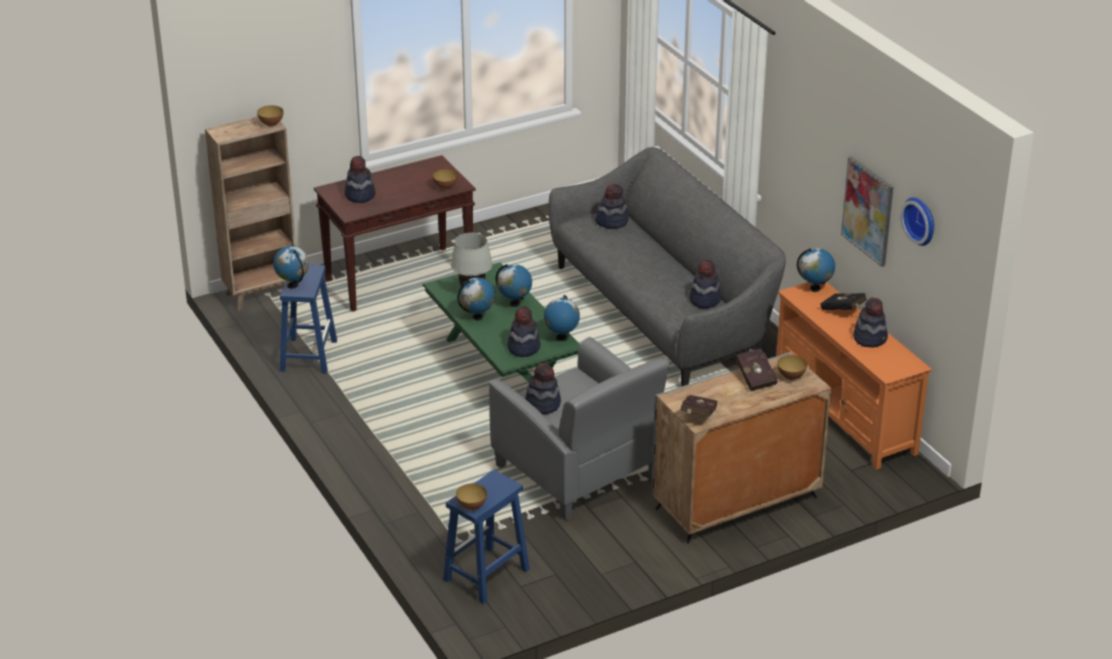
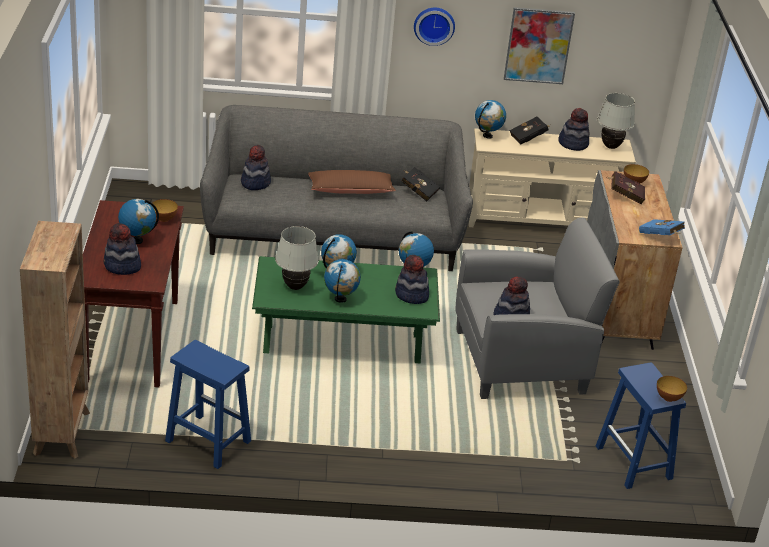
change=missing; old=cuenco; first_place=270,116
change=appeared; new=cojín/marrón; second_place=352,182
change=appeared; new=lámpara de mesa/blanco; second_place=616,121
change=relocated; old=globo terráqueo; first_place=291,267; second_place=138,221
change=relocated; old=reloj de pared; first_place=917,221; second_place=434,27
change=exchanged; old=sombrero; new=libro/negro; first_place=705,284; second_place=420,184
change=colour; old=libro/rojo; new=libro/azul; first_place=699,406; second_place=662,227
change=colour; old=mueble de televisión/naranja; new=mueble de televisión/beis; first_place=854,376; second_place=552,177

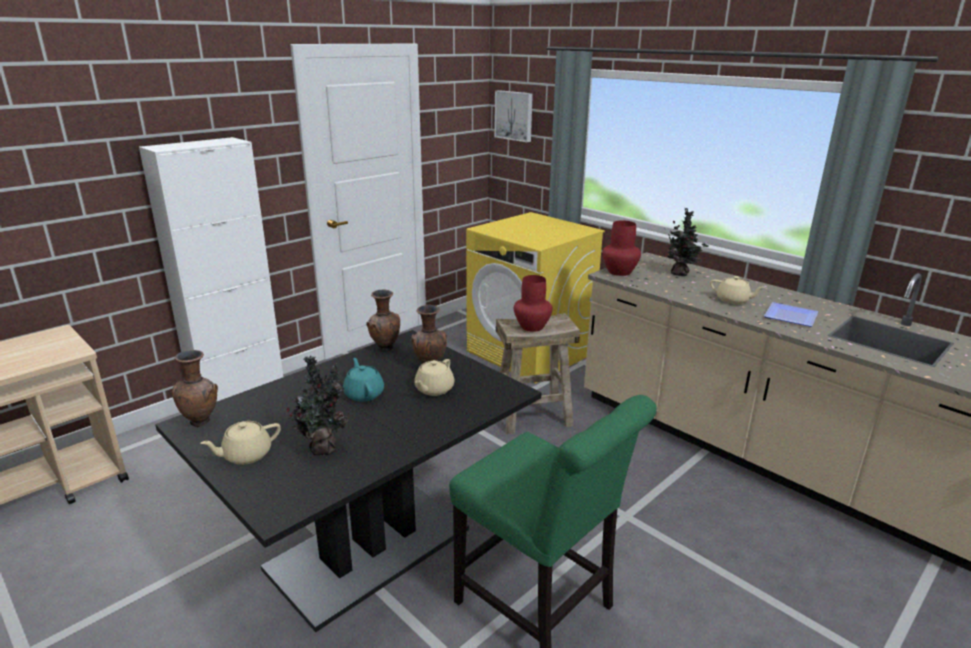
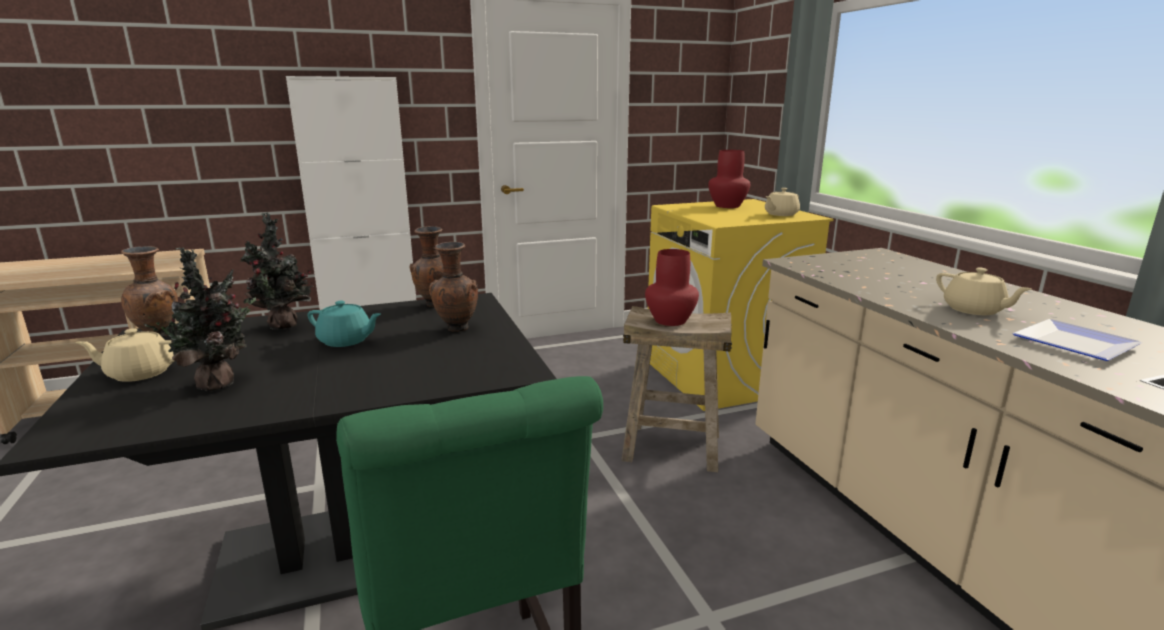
change=missing; old=cuadro; first_place=513,116
change=relocated; old=tetera/beis; first_place=434,377; second_place=782,202
change=relocated; old=florero/rojo; first_place=621,248; second_place=729,179
change=relocated; old=planta en maceta; first_place=688,242; second_place=277,271
change=spun; old=tetera/turquesa; first_place=363,380; second_place=344,324; degrees=105

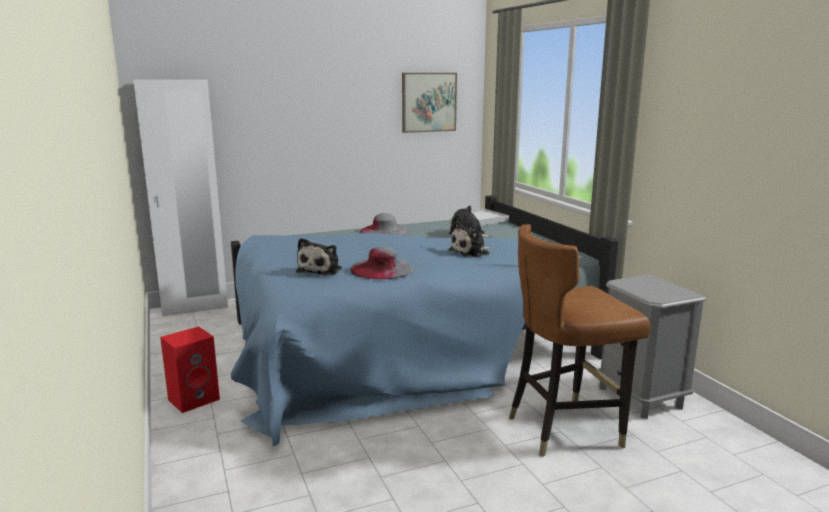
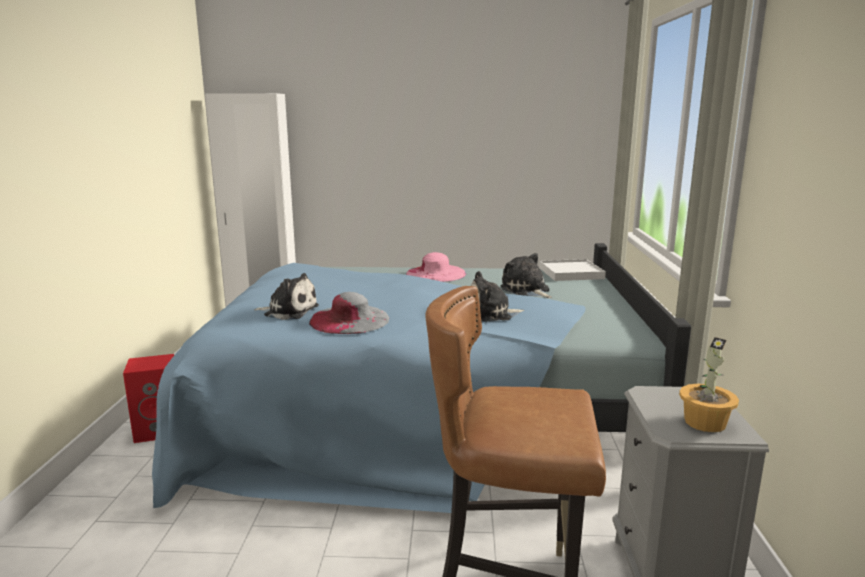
change=missing; old=cuadro; first_place=429,103
change=appeared; new=planta en maceta; second_place=709,384
change=colour; old=sombrero/gris; new=sombrero/rosa; first_place=385,224; second_place=436,267
change=spun; old=peluche; first_place=319,257; second_place=286,296; degrees=-120

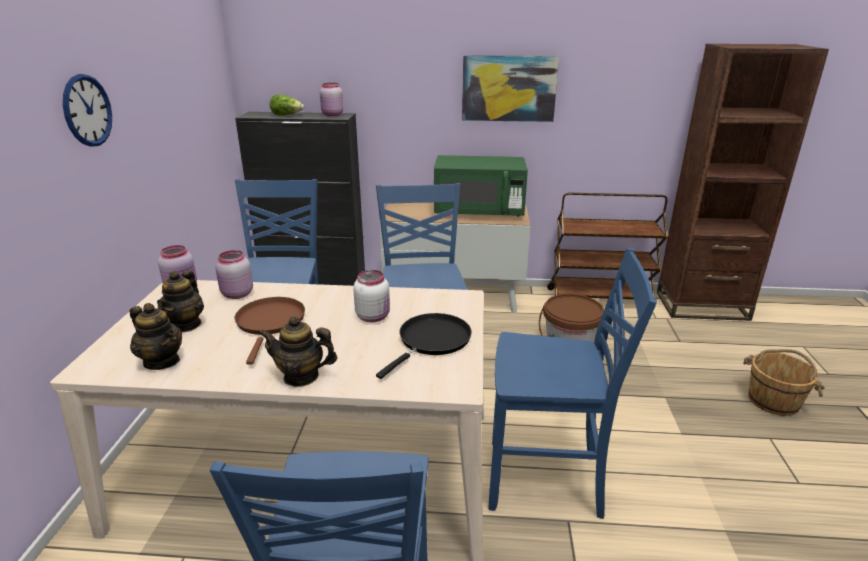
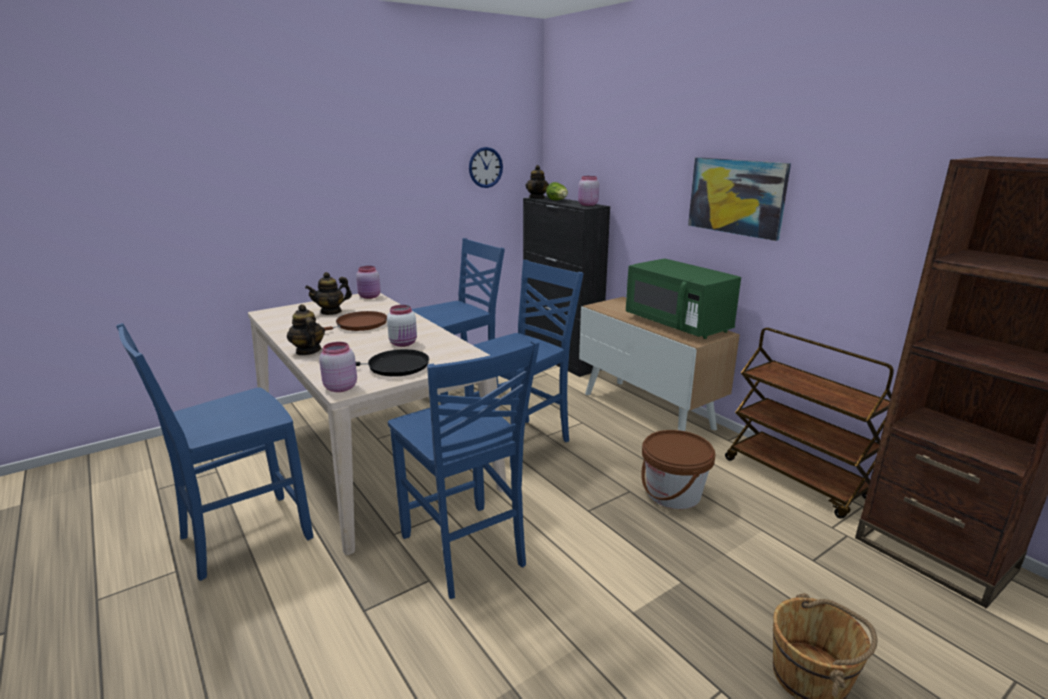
change=relocated; old=reloj de pared; first_place=87,110; second_place=486,167
change=relocated; old=tetera; first_place=156,336; second_place=537,182
change=relocated; old=tarro/rosa; first_place=234,274; second_place=338,367

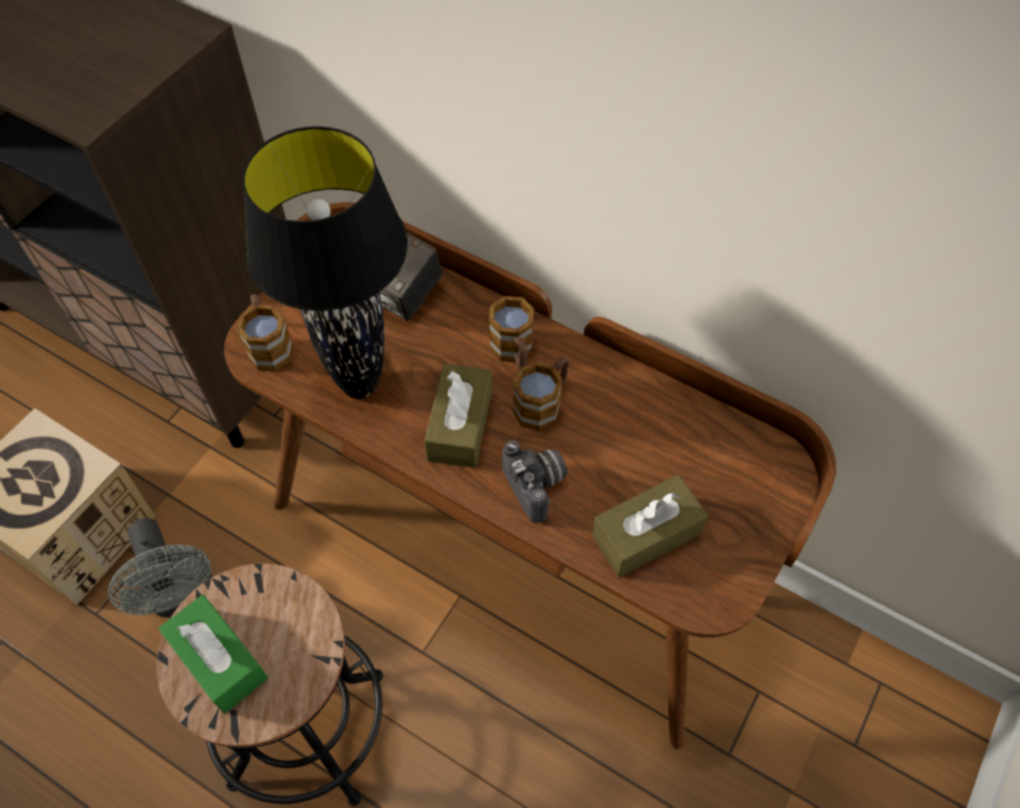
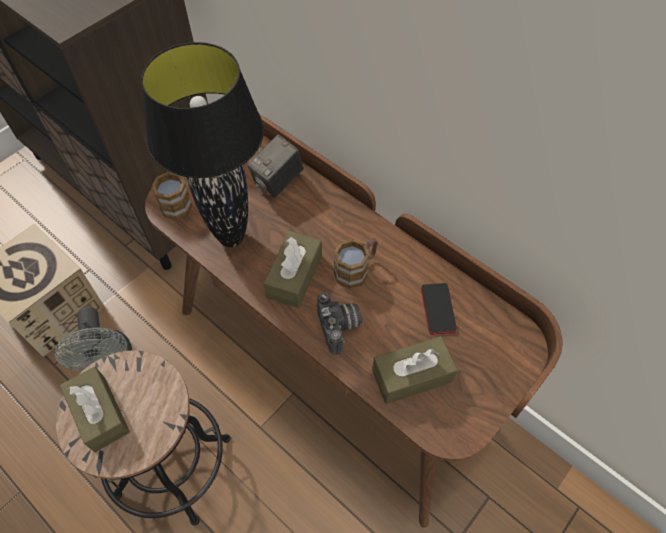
change=missing; old=taza grande; first_place=511,332
change=appeared; new=móvil; second_place=439,309
change=colour; old=caja de pañuelos/verde; new=caja de pañuelos/marrón; first_place=213,654; second_place=95,409

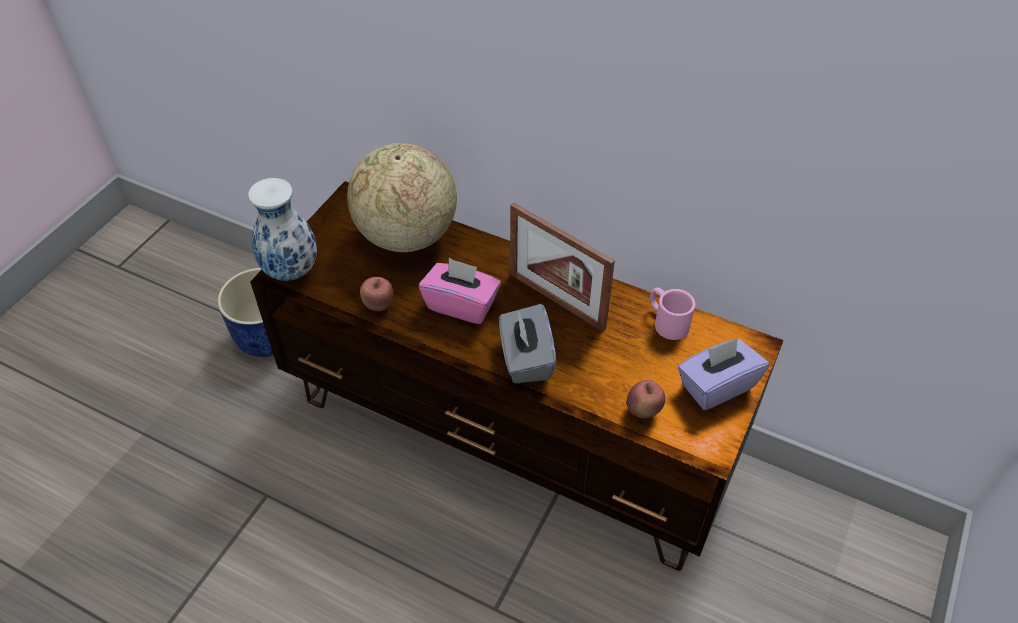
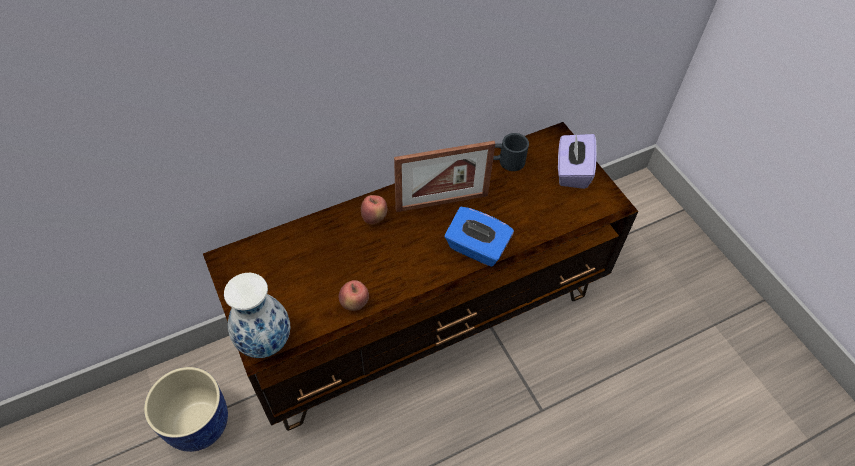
change=missing; old=globo terráqueo; first_place=402,197
change=missing; old=caja de pañuelos/rosa; first_place=460,291
change=relocated; old=manzana; first_place=645,399; second_place=374,209
change=colour; old=caja de pañuelos/gris; new=caja de pañuelos/azul; first_place=527,344; second_place=479,237
change=colour; old=taza grande/rosa; new=taza grande/negro; first_place=672,313; second_place=511,152

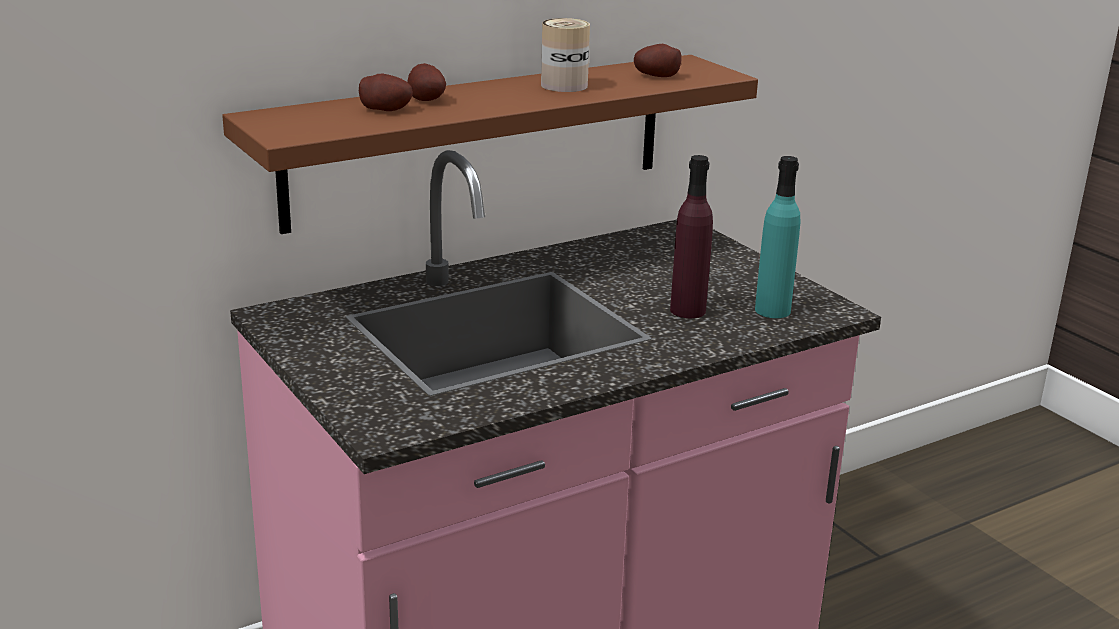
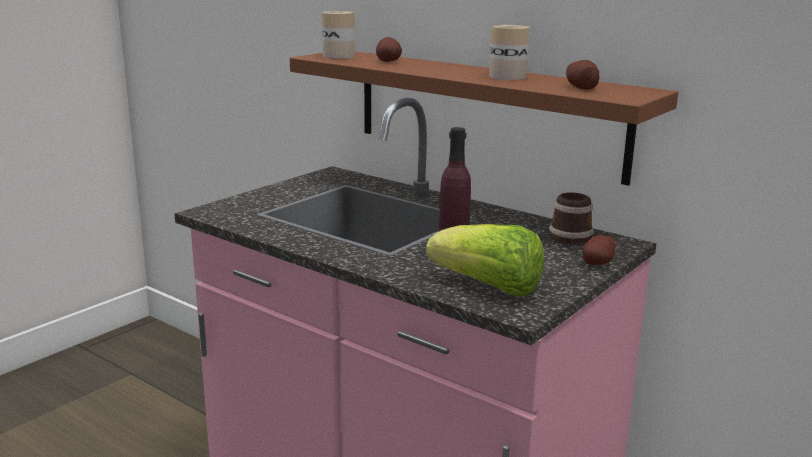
change=appeared; new=lata; second_place=338,35
change=appeared; new=taza grande; second_place=571,218
change=relocated; old=patata; first_place=426,82; second_place=599,250
change=exchanged; old=botella/turquesa; new=lechuga; first_place=778,237; second_place=485,260

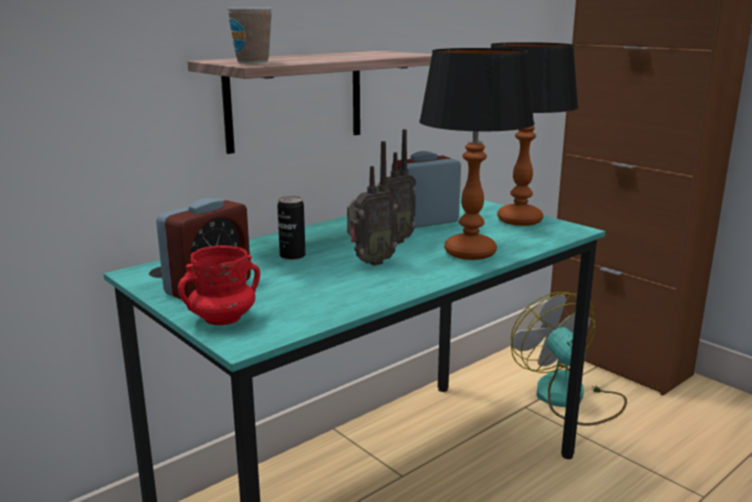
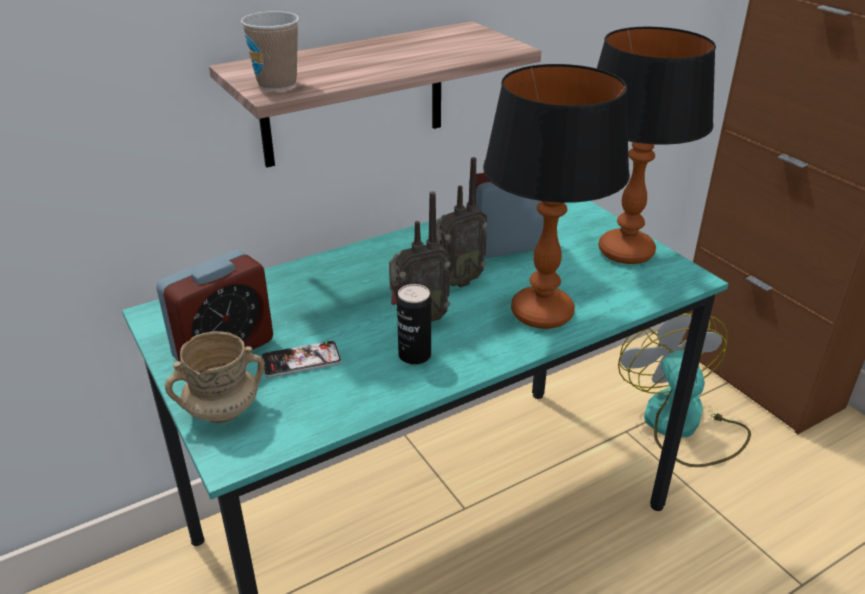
change=appeared; new=móvil; second_place=301,358
change=relocated; old=lata; first_place=291,228; second_place=414,324
change=colour; old=taza grande/rojo; new=taza grande/beis; first_place=219,285; second_place=215,377

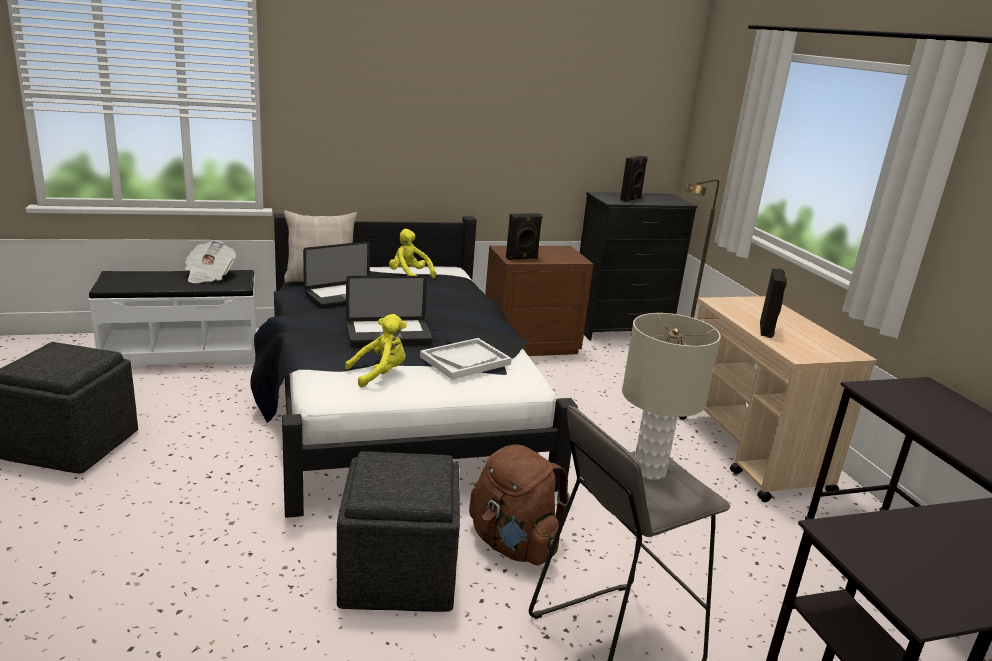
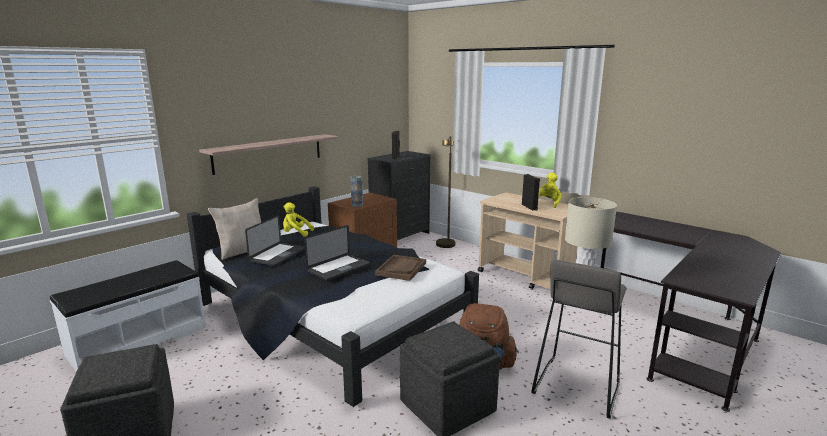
change=missing; old=periódico; first_place=210,261
change=appeared; new=estante; second_place=269,154
change=relocated; old=peluche/amarillo; first_place=376,351; second_place=550,190
change=exchanged; old=altavoz/negro; new=florero; first_place=524,236; second_place=356,191
change=colour; old=bandeja/blanco; new=bandeja/marrón; first_place=466,359; second_place=400,268

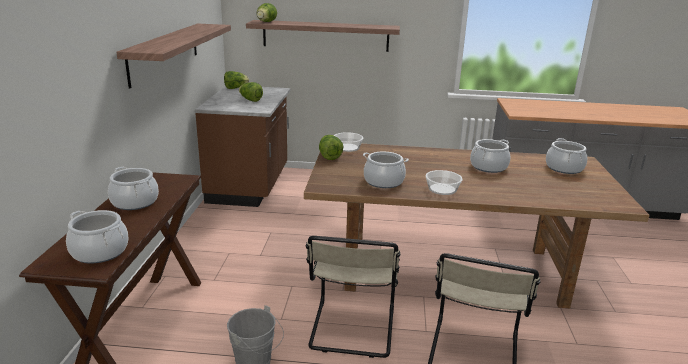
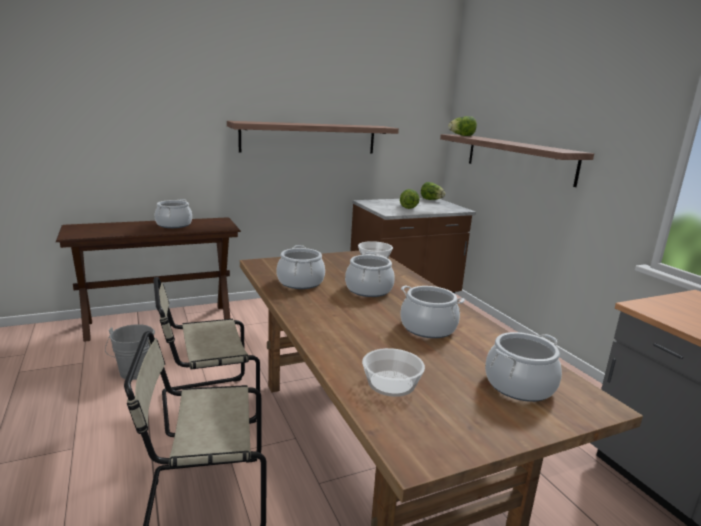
change=missing; old=lechuga; first_place=331,147
change=relocated; old=olla; first_place=97,237; second_place=370,274
change=relocated; old=cuenco; first_place=444,182; second_place=393,372

